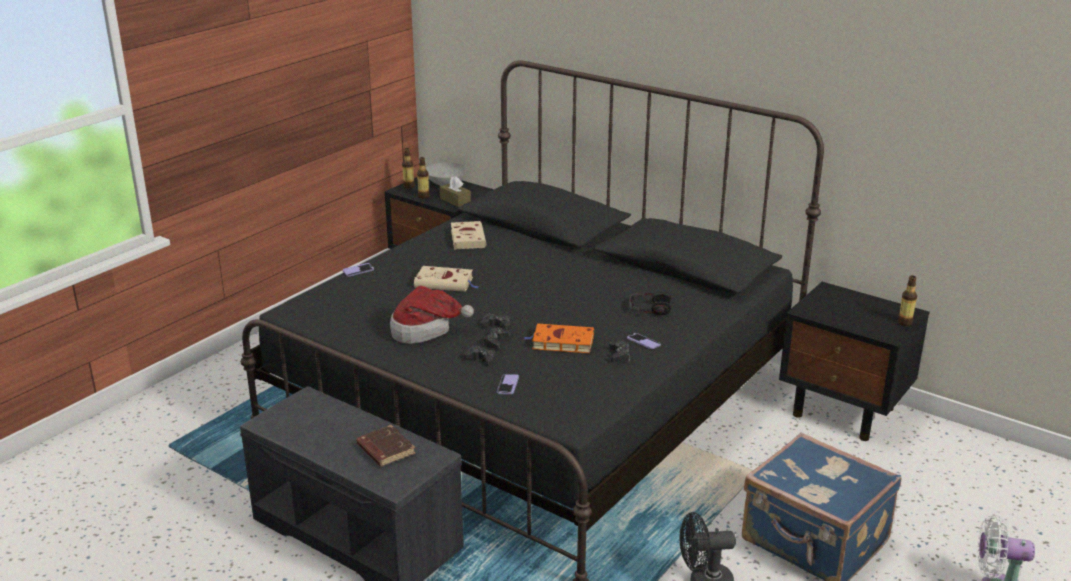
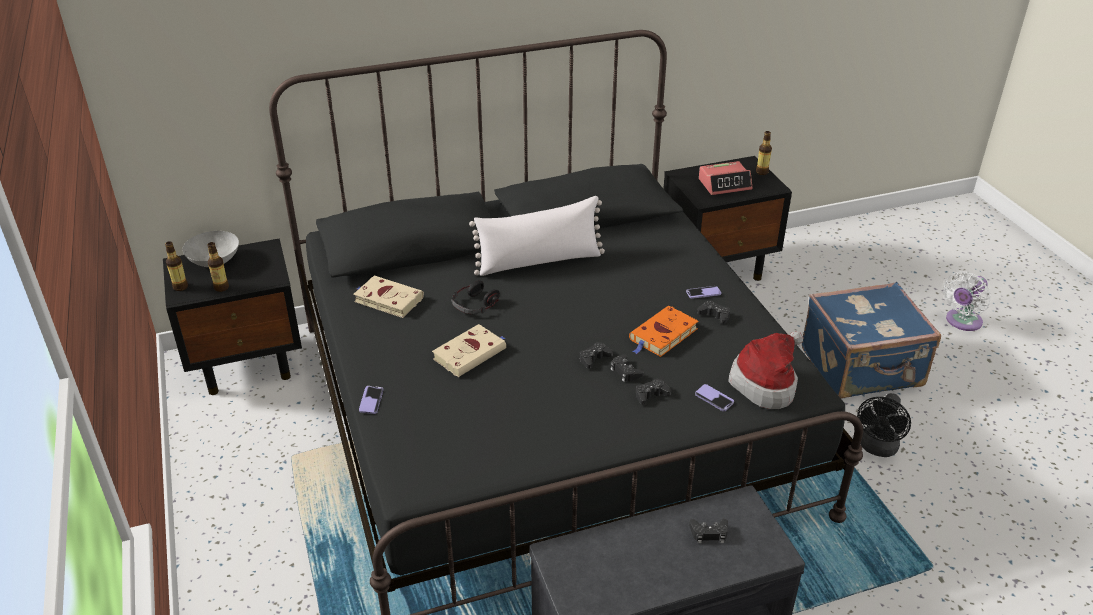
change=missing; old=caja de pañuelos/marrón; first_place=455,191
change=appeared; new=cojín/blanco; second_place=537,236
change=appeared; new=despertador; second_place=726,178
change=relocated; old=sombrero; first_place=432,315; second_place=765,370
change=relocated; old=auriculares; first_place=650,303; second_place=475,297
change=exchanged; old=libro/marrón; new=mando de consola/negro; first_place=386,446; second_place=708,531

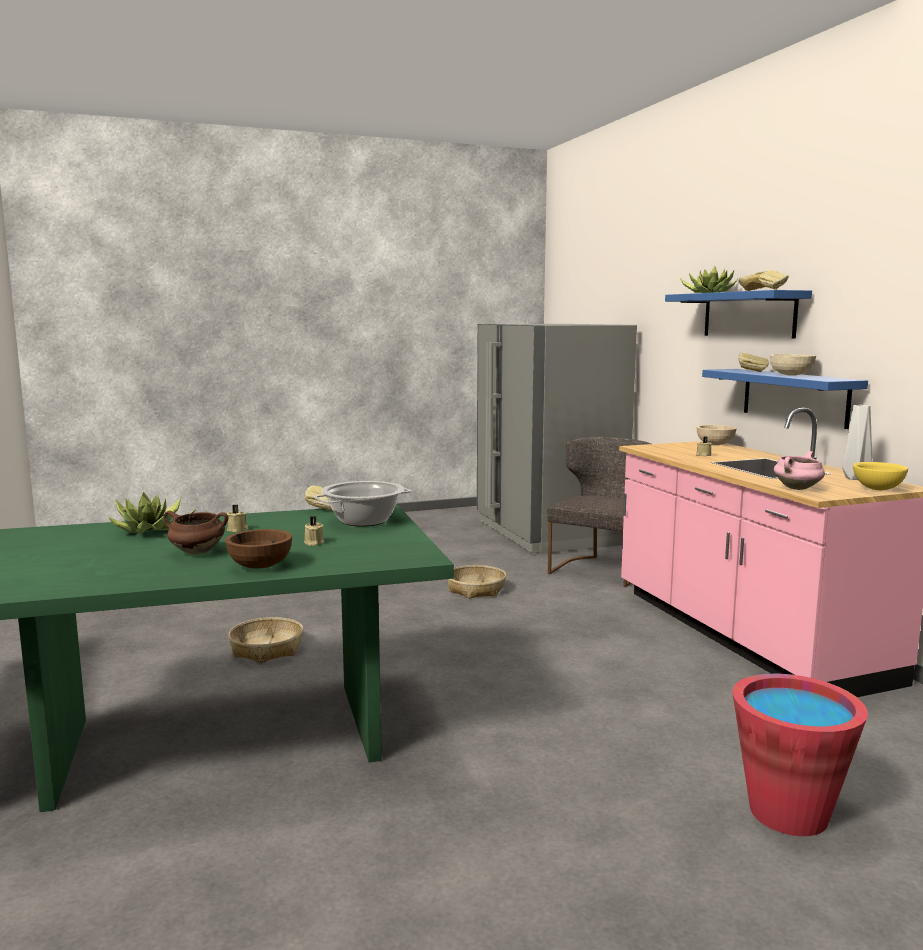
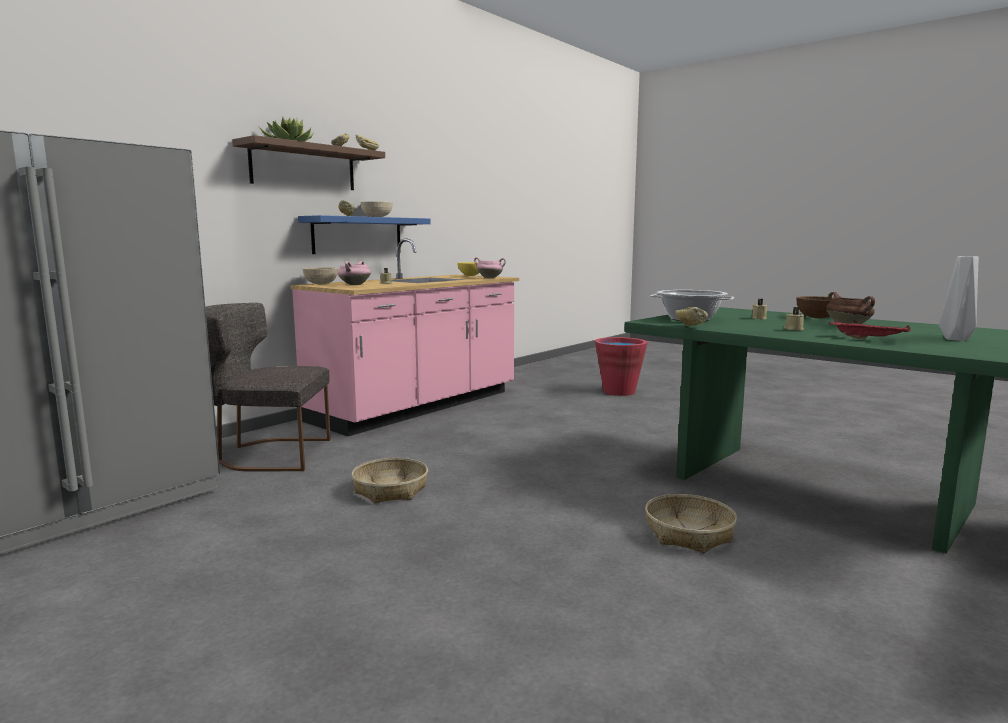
change=appeared; new=olla/rosa; second_place=354,273
change=relocated; old=florero/gris; first_place=857,442; second_place=958,298
change=exchanged; old=planta en maceta; new=bandeja/rojo; first_place=152,512; second_place=869,330
change=colour; old=estante/azul; new=estante/marrón; first_place=738,314; second_place=308,162

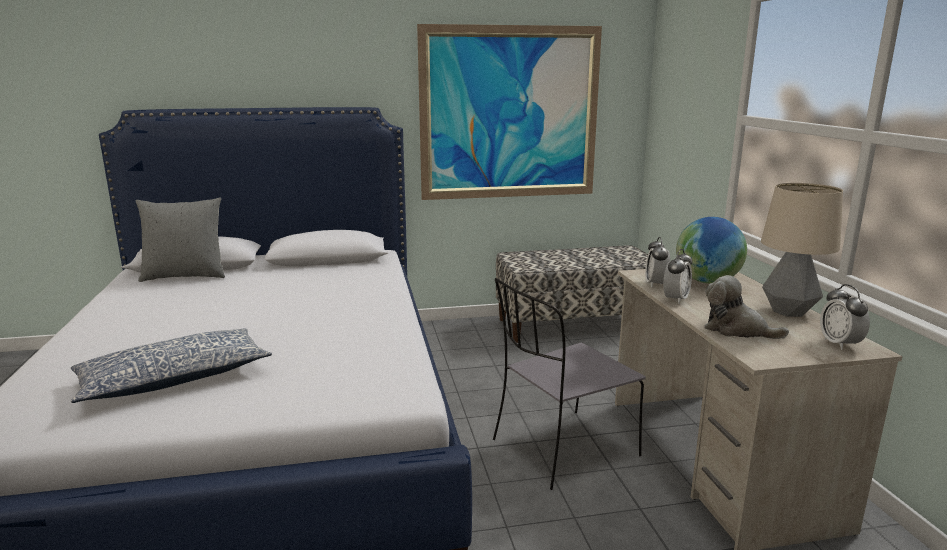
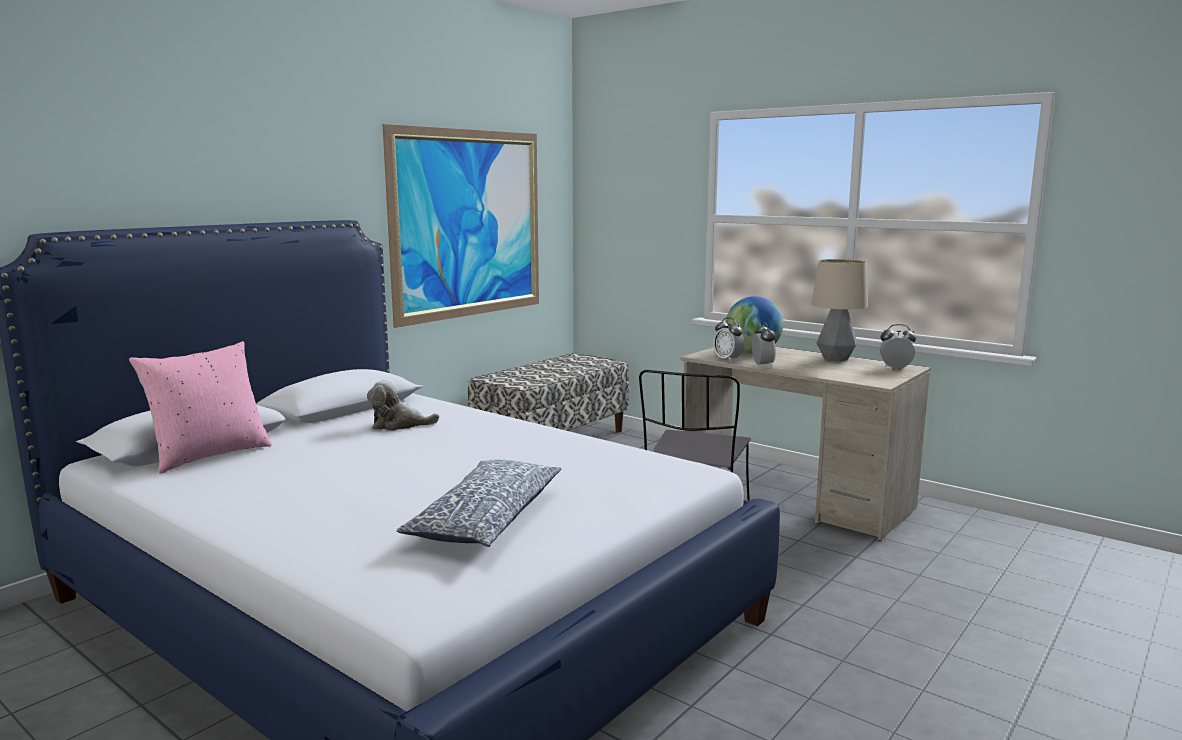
change=relocated; old=peluche; first_place=746,307; second_place=403,405
change=colour; old=cojín/gris; new=cojín/rosa; first_place=180,239; second_place=200,407
change=spun; old=despertador; first_place=845,317; second_place=898,347; degrees=150

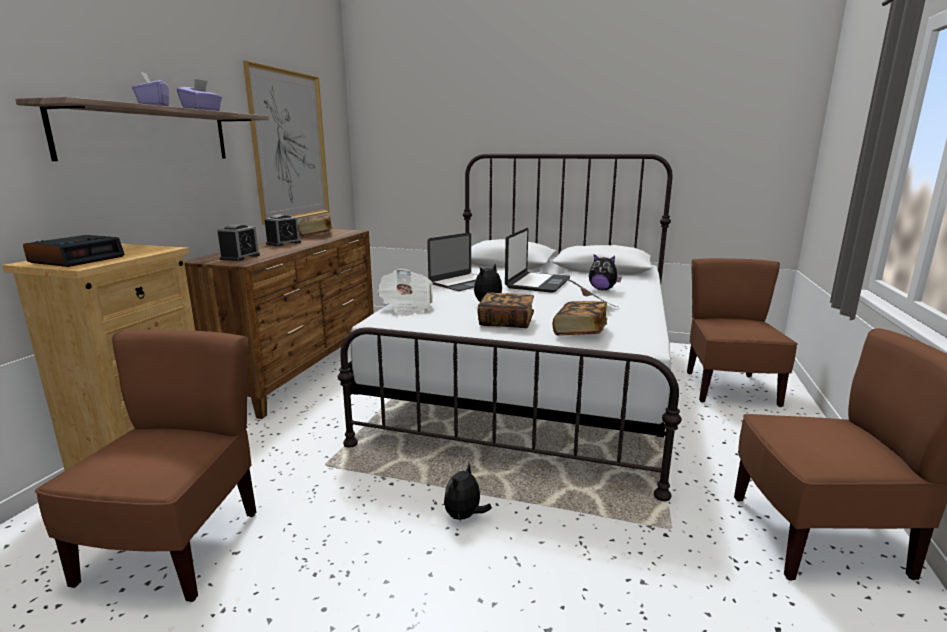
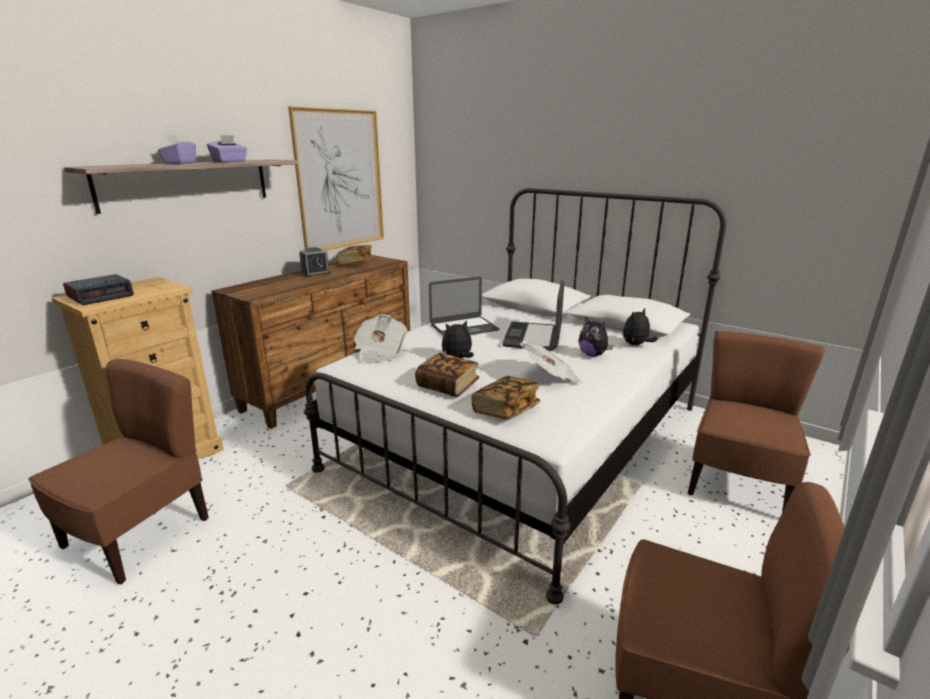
change=missing; old=despertador; first_place=238,242
change=relocated; old=peluche; first_place=468,493; second_place=640,326
change=spun; old=portátil; first_place=538,260; second_place=533,315; degrees=150

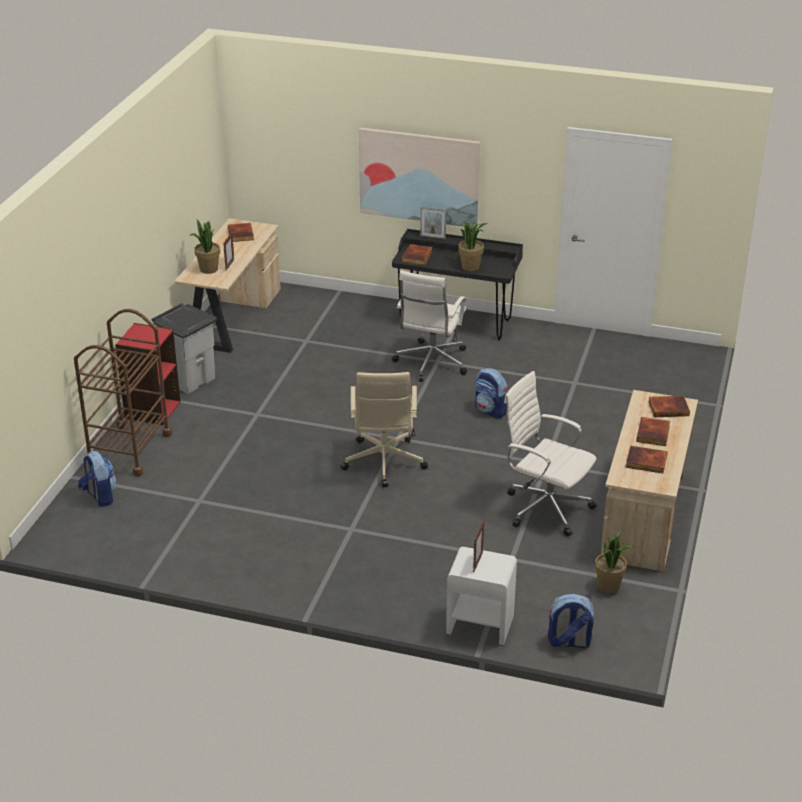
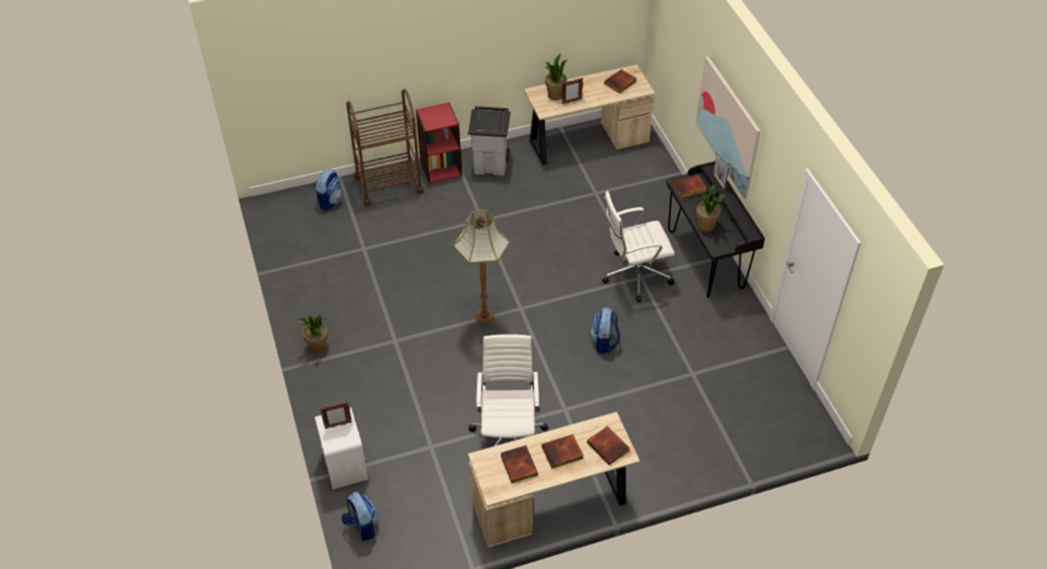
change=relocated; old=planta en maceta; first_place=614,562; second_place=312,333
change=exchanged; old=silla de oficina/beis; new=lámpara de pie; first_place=384,429; second_place=481,267

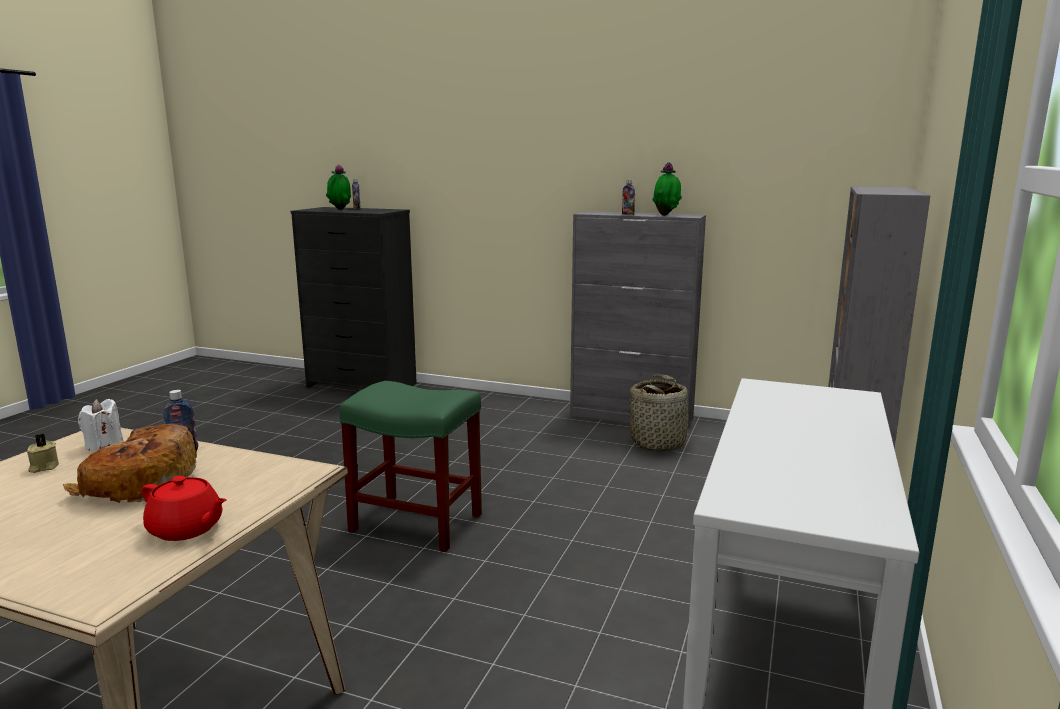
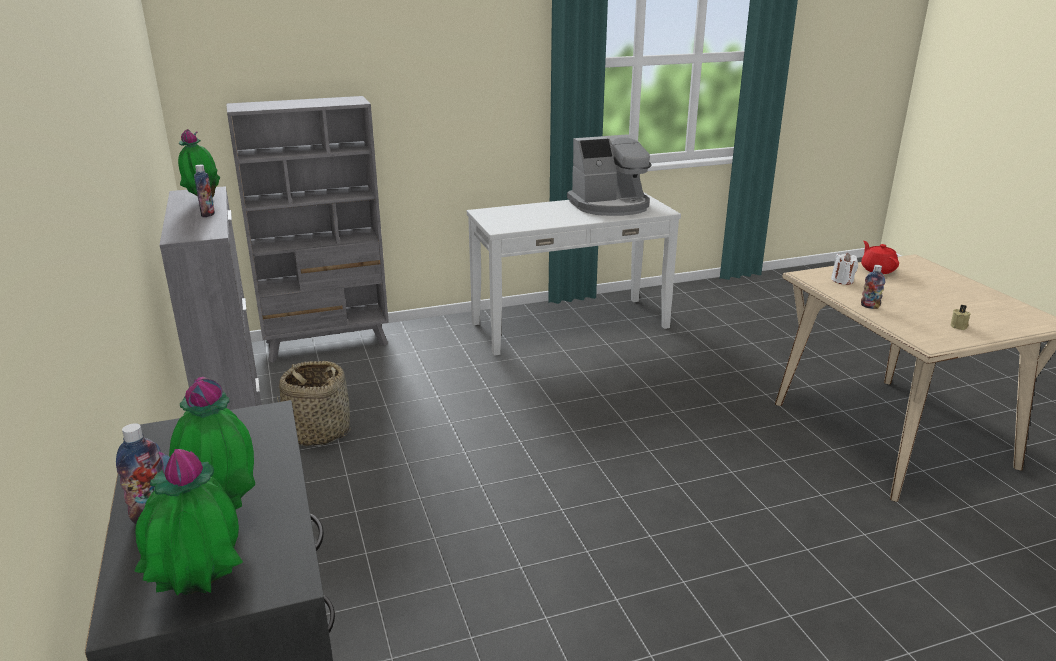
change=missing; old=pan; first_place=130,463
change=missing; old=taburete/verde; first_place=410,466
change=appeared; new=planta en maceta; second_place=188,522
change=appeared; new=cafetera; second_place=609,175
change=relocated; old=vela/blanco; first_place=100,425; second_place=844,269

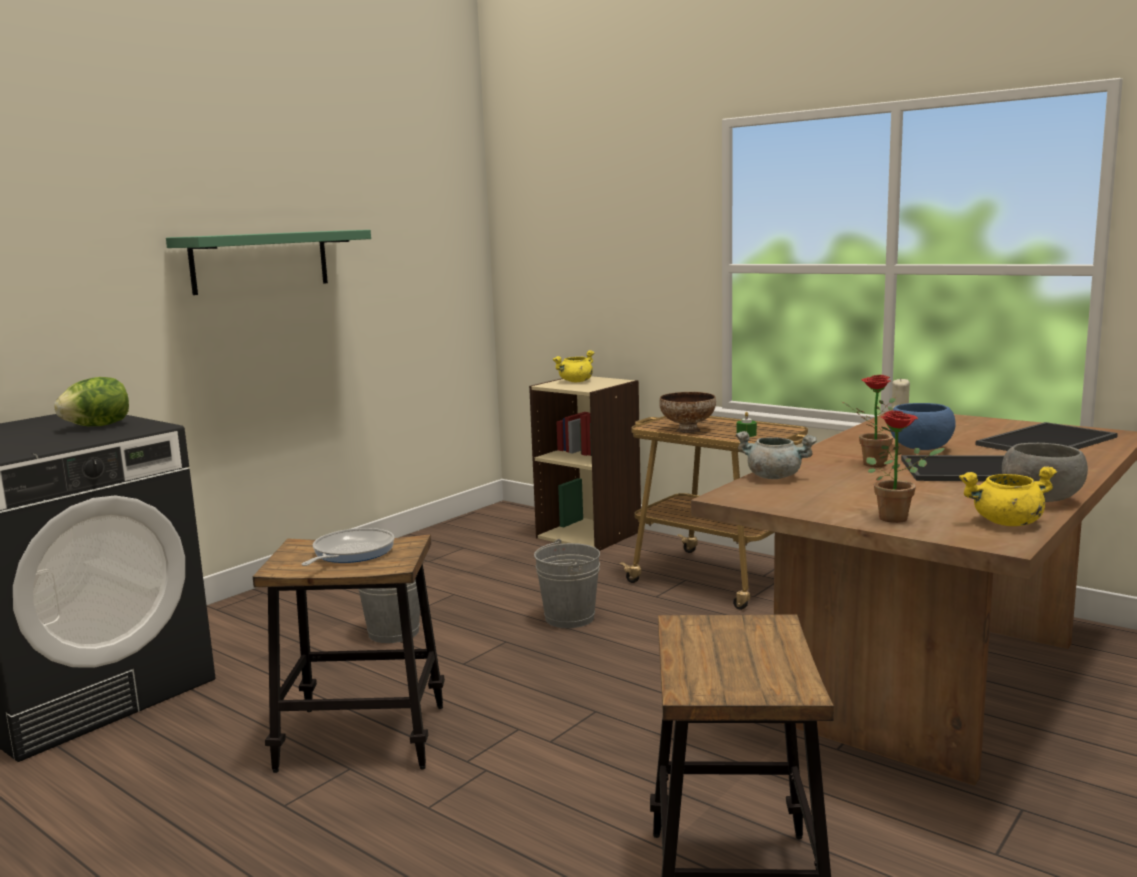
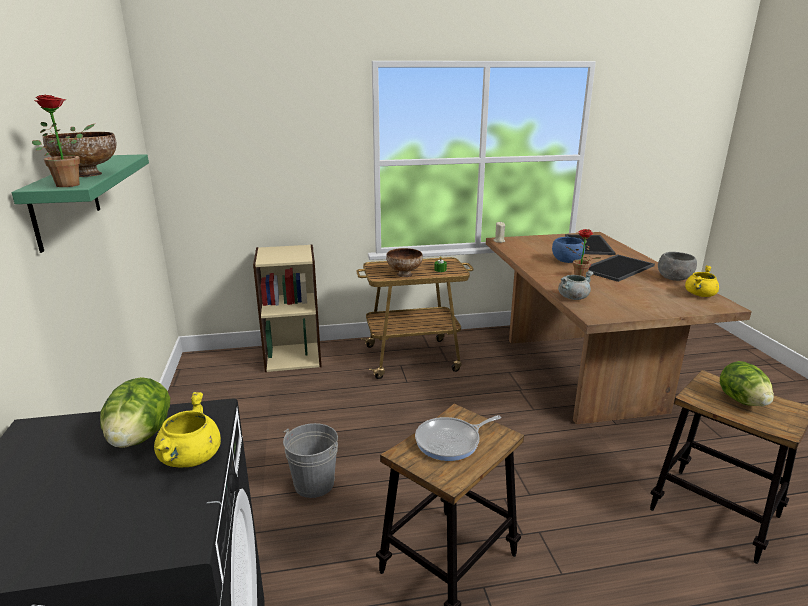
change=missing; old=cubo/gris; first_place=567,583
change=appeared; new=cuenco; second_place=79,154
change=appeared; new=lechuga; second_place=747,383
change=relocated; old=olla/amarillo; first_place=573,366; second_place=187,429
change=relocated; old=planta en maceta; first_place=905,466; second_place=63,140
change=spun; old=sartén; first_place=348,547; second_place=458,438; degrees=-90

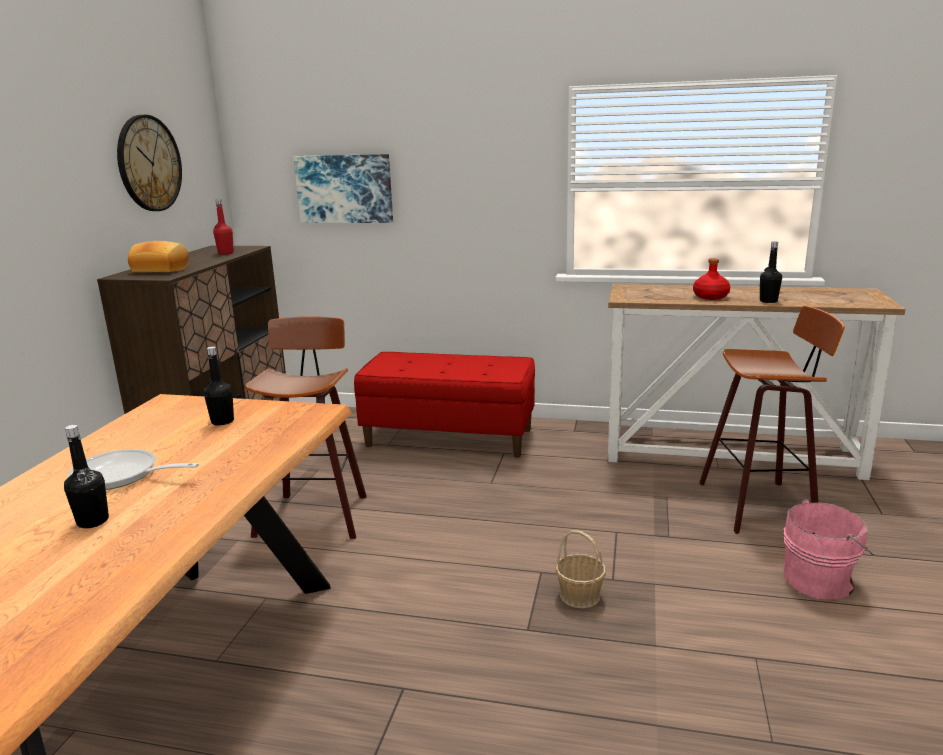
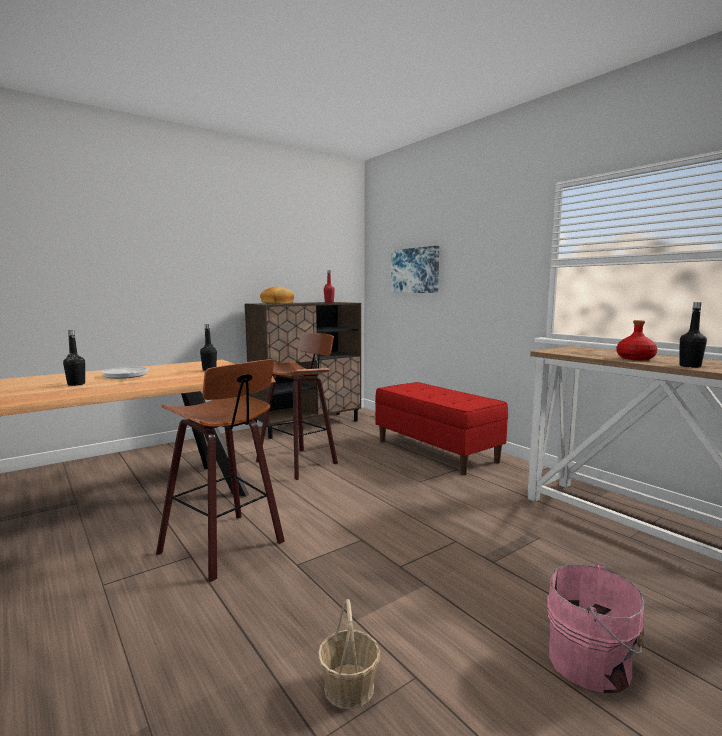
change=missing; old=reloj de pared; first_place=149,163
change=relocated; old=cesta; first_place=580,569; second_place=349,654
change=relocated; old=taburete; first_place=772,420; second_place=220,470

